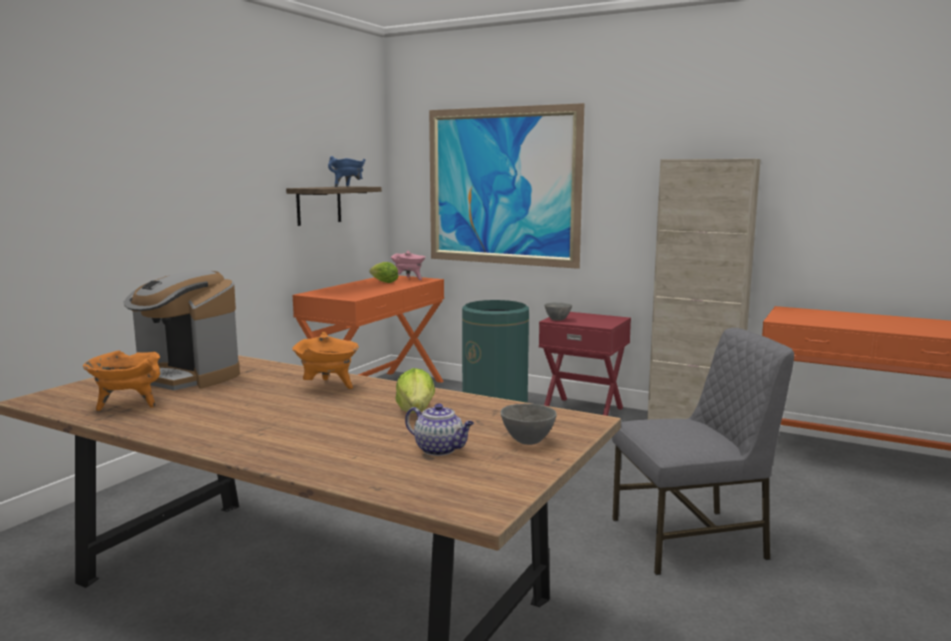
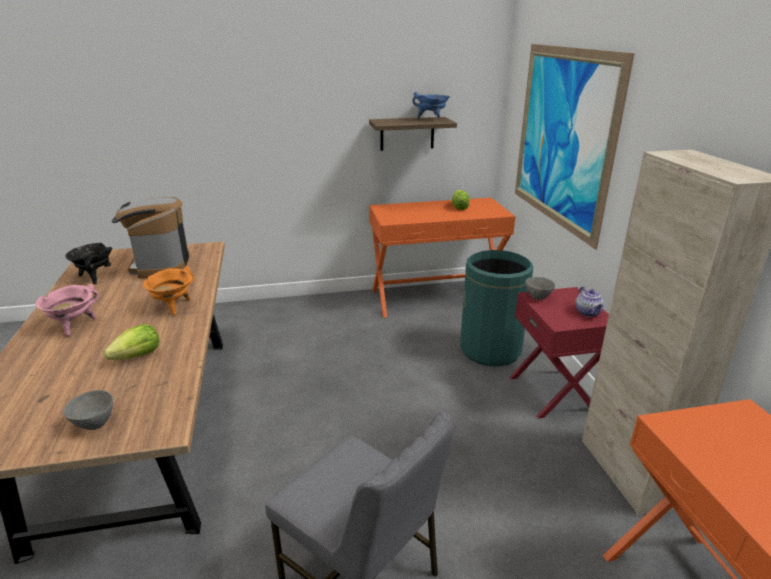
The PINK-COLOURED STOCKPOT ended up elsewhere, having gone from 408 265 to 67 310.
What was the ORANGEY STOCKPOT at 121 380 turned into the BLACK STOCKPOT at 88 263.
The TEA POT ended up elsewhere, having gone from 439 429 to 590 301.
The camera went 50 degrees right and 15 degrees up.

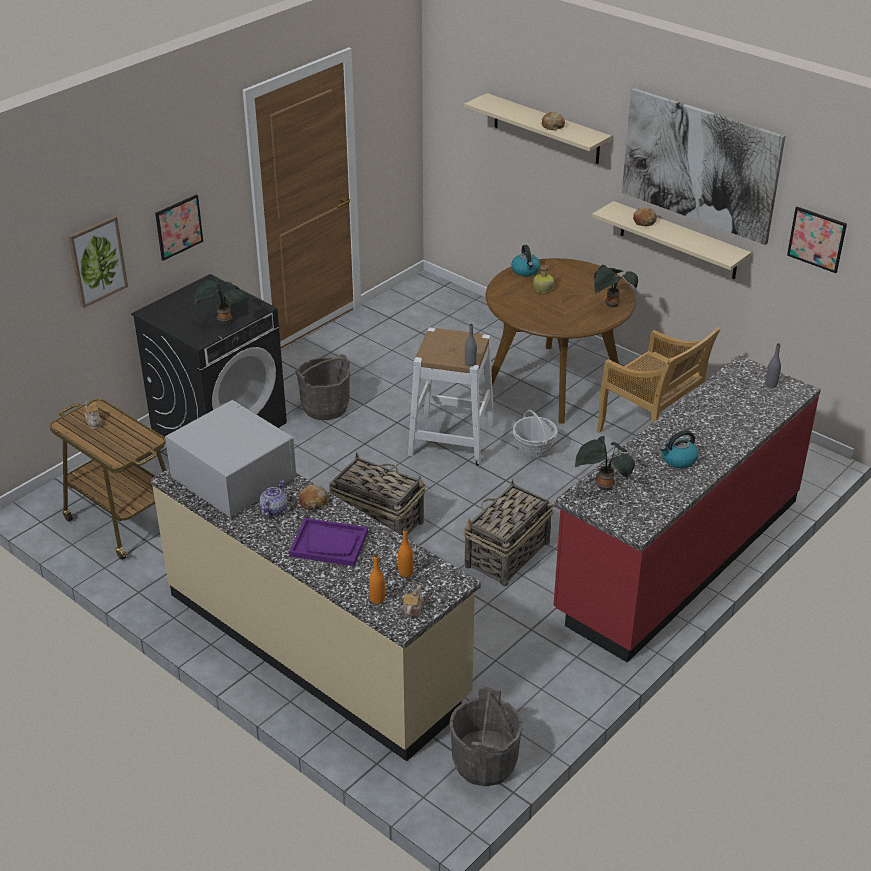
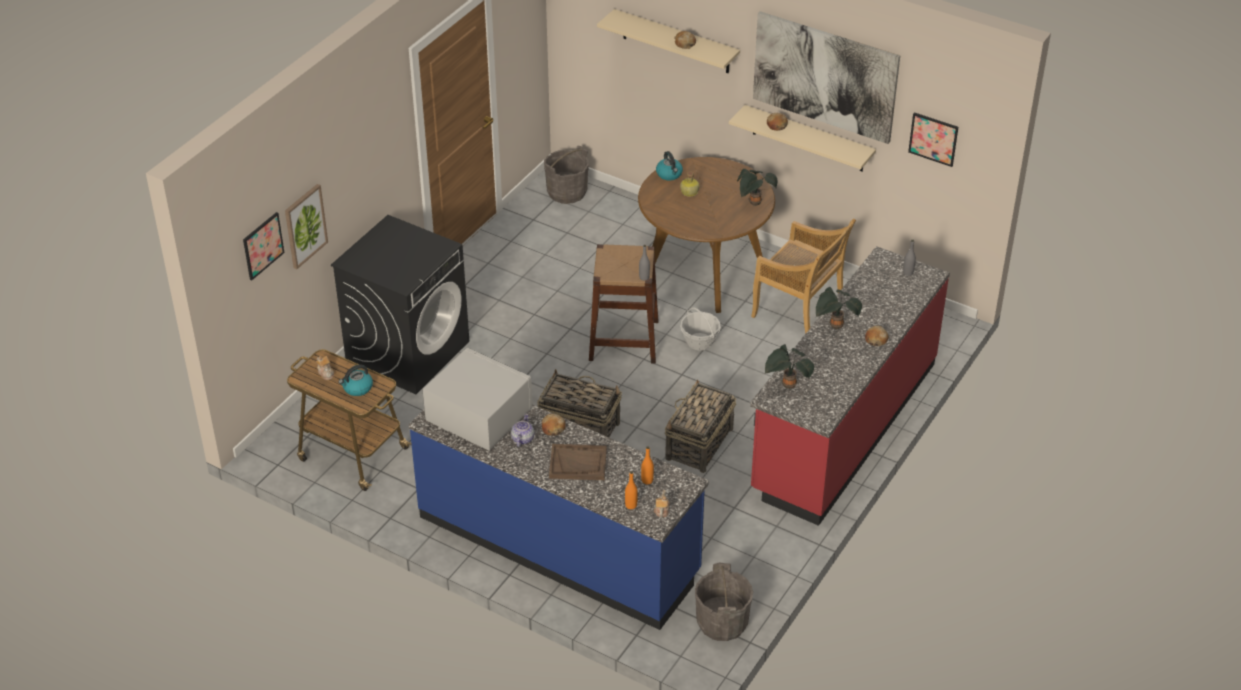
The WALL PICTURE ended up elsewhere, having gone from 179 228 to 263 246.
The HOUSEPLANT ended up elsewhere, having gone from 219 300 to 839 308.
What was the WHITE STOOL at 451 397 turned into the BROWNISH STOOL at 623 304.
The GREYISH PAIL ended up elsewhere, having gone from 322 387 to 566 175.
The WATER KETTLE ended up elsewhere, having gone from 679 449 to 356 380.
What was the SAND-COLOURED KITCHEN BASE UNIT at 316 615 turned into the BLUISH KITCHEN BASE UNIT at 559 517.
What was the PURPLE SERVING TRAY at 328 542 turned into the BROWNISH SERVING TRAY at 578 462.
The second view gained the BAKED BREAD at 877 336.
The camera went 10 degrees left and 5 degrees up.

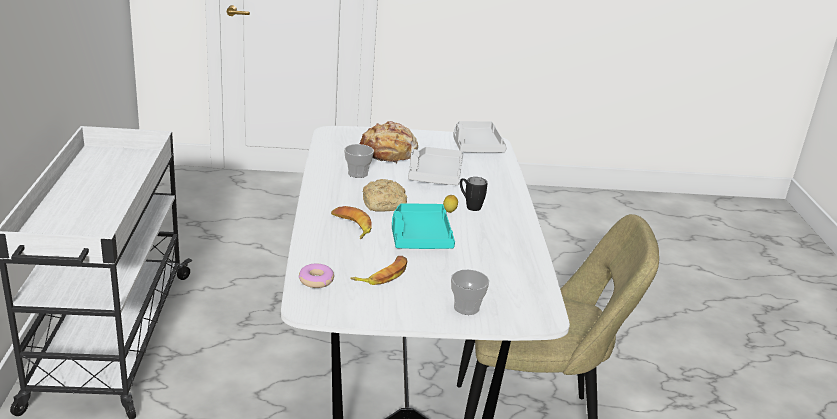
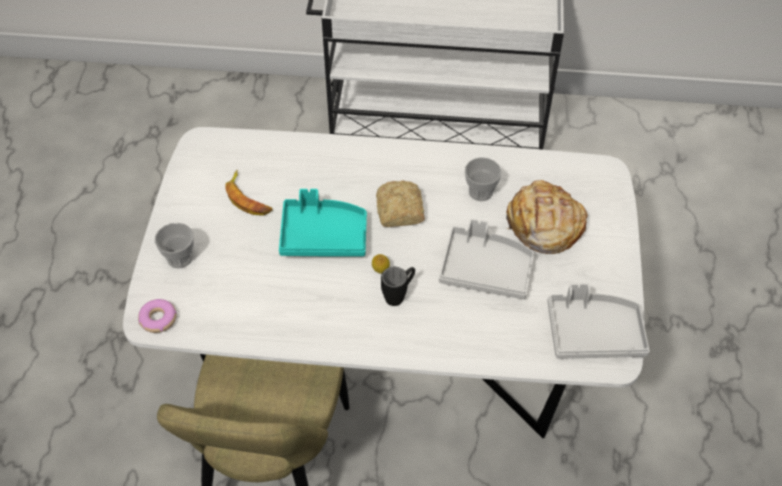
The second view lost the BANANA at 351 222.
The RING DOUGHNUT ended up elsewhere, having gone from 316 275 to 157 316.
The camera went 100 degrees right and 25 degrees up.

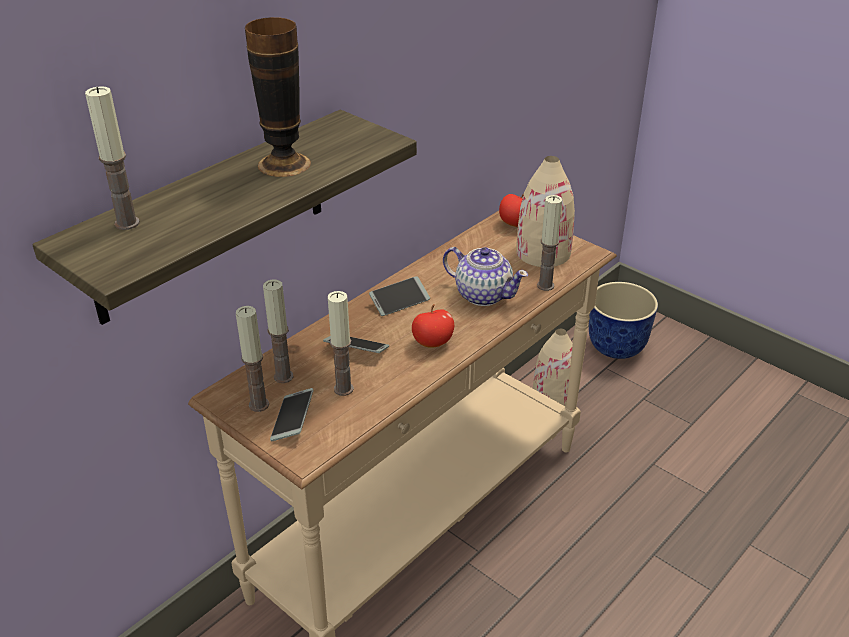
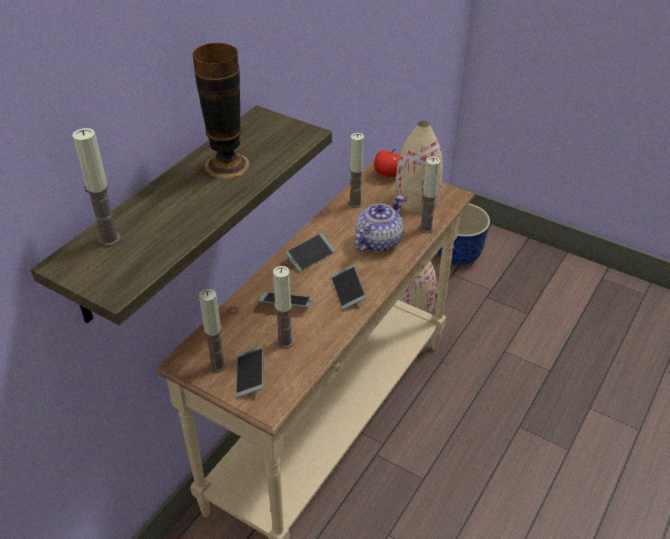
The TEA POT at 485 276 ended up facing another way, 75 degrees counterclockwise from before.
The WAX LIGHT ended up elsewhere, having gone from 278 331 to 356 170.
Where the WHOLE APPLE stood at 433 326, the HANDSET came to stand at 348 287.
The camera went 10 degrees left and 5 degrees up.

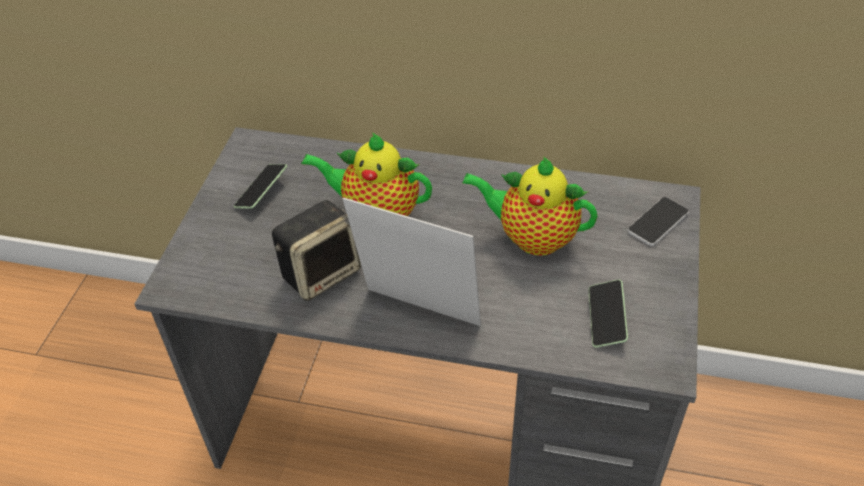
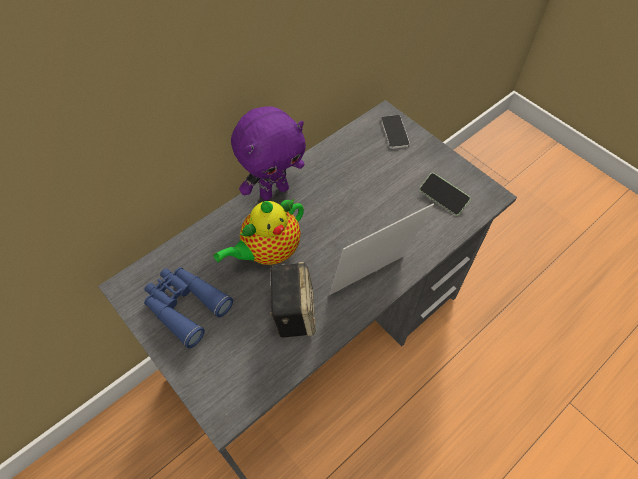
The second view lost the TEA POT at 530 206.
Where the HANDSET stood at 260 186, the BLUISH BINOCULARS came to stand at 188 307.
The second view gained the PURPLE CUDDLY TOY at 268 153.
The camera went 55 degrees left and 10 degrees up.

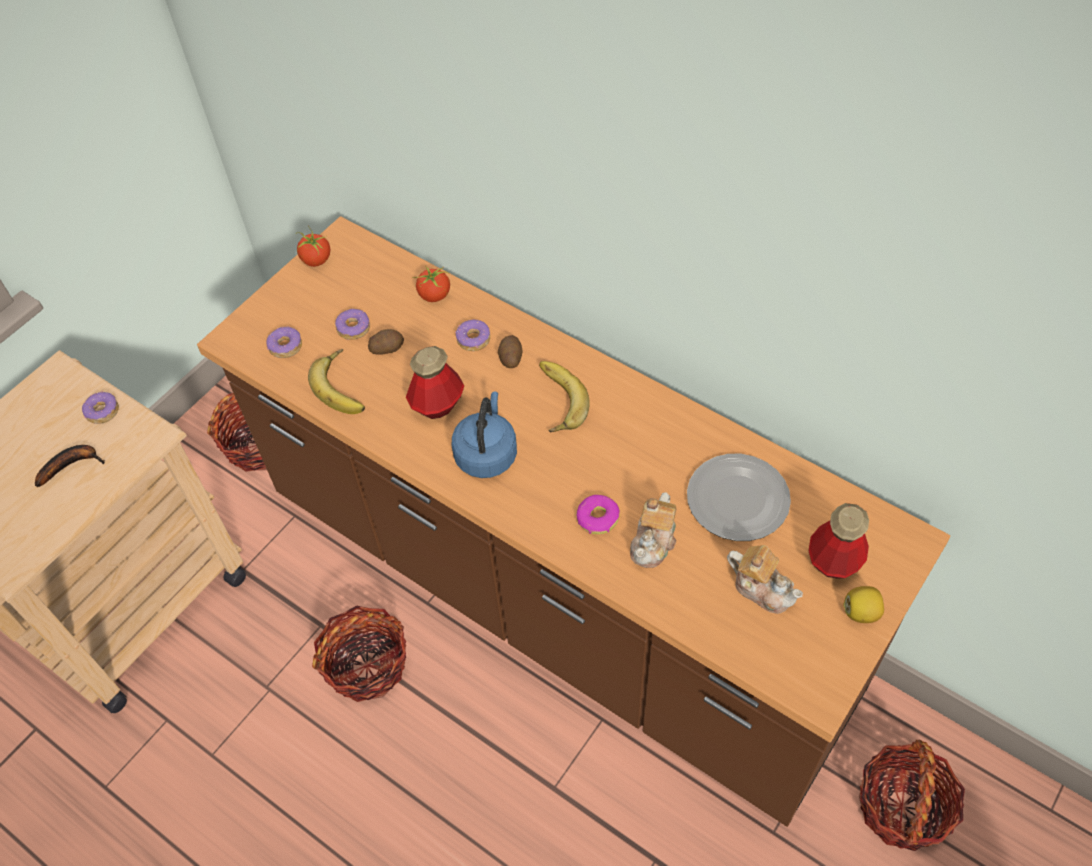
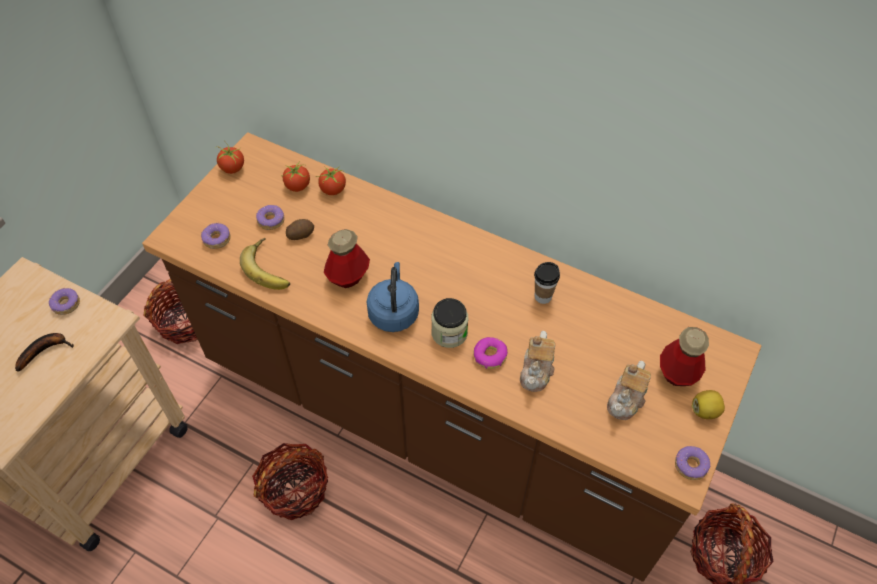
The RING DOUGHNUT ended up elsewhere, having gone from 472 335 to 692 463.
The second view lost the POTATO at 510 351.
The second view lost the BANANA at 564 396.
The second view lost the DINNER PLATE at 739 497.
The TEA POT at 765 579 ended up facing another way, 90 degrees clockwise from before.
The second view gained the TOMATO at 296 176.
The second view gained the SMALL CUP at 547 283.
The second view gained the JAR at 449 323.
The camera went 10 degrees left and 0 degrees up.

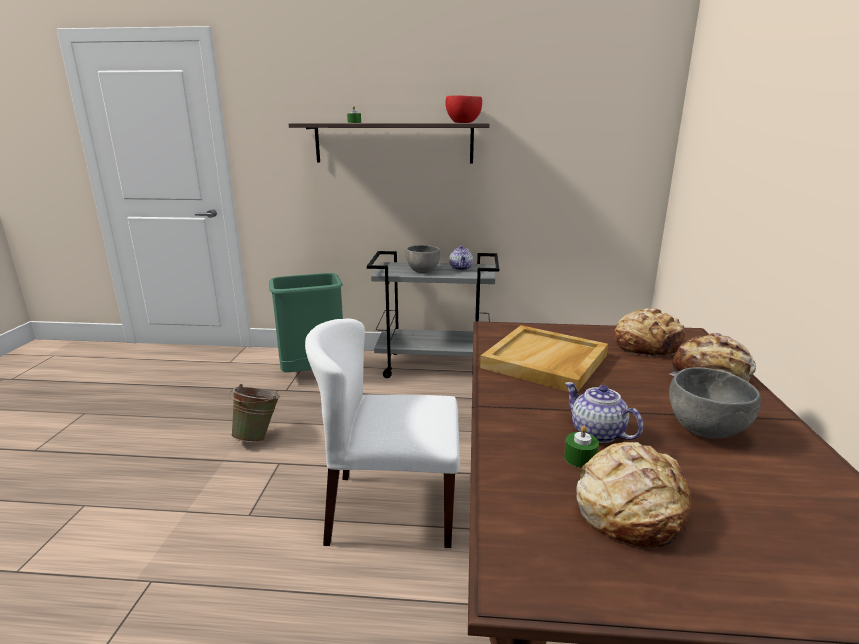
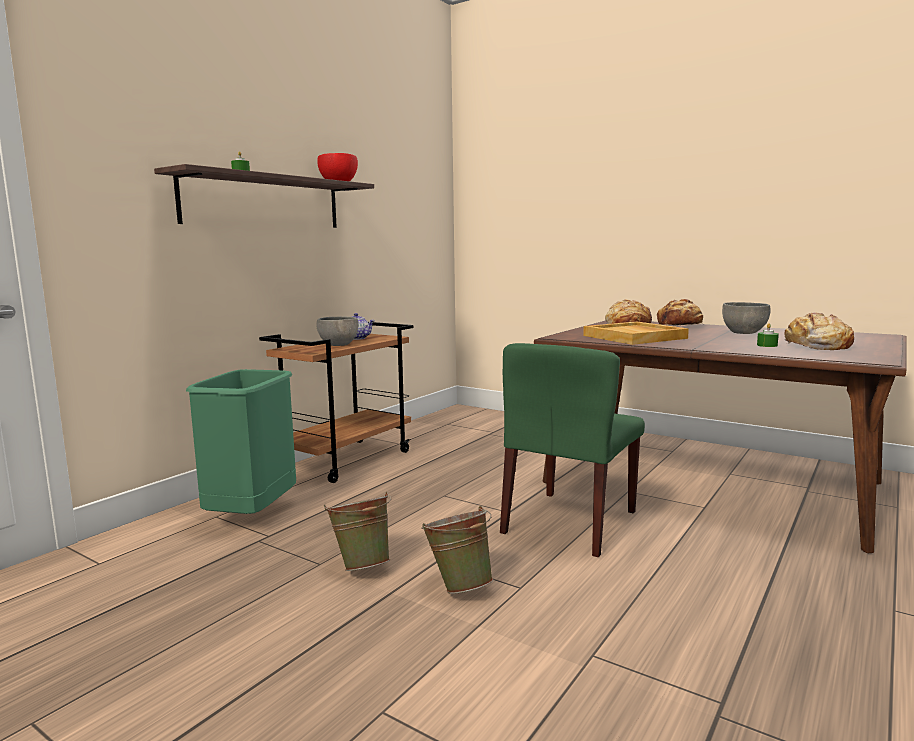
What was the GREYISH WHEELED CART at 433 314 turned into the BROWNISH WHEELED CART at 336 402.
What was the WHITE UPRIGHT CHAIR at 382 433 turned into the GREEN UPRIGHT CHAIR at 572 450.
The second view lost the TEA POT at 604 412.
The second view gained the GREEN PAIL at 457 550.
The camera went 60 degrees left and 10 degrees down.

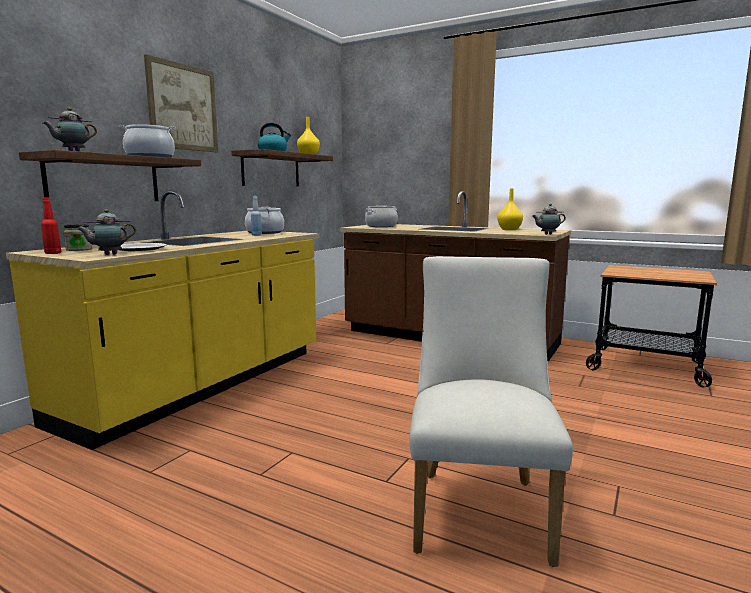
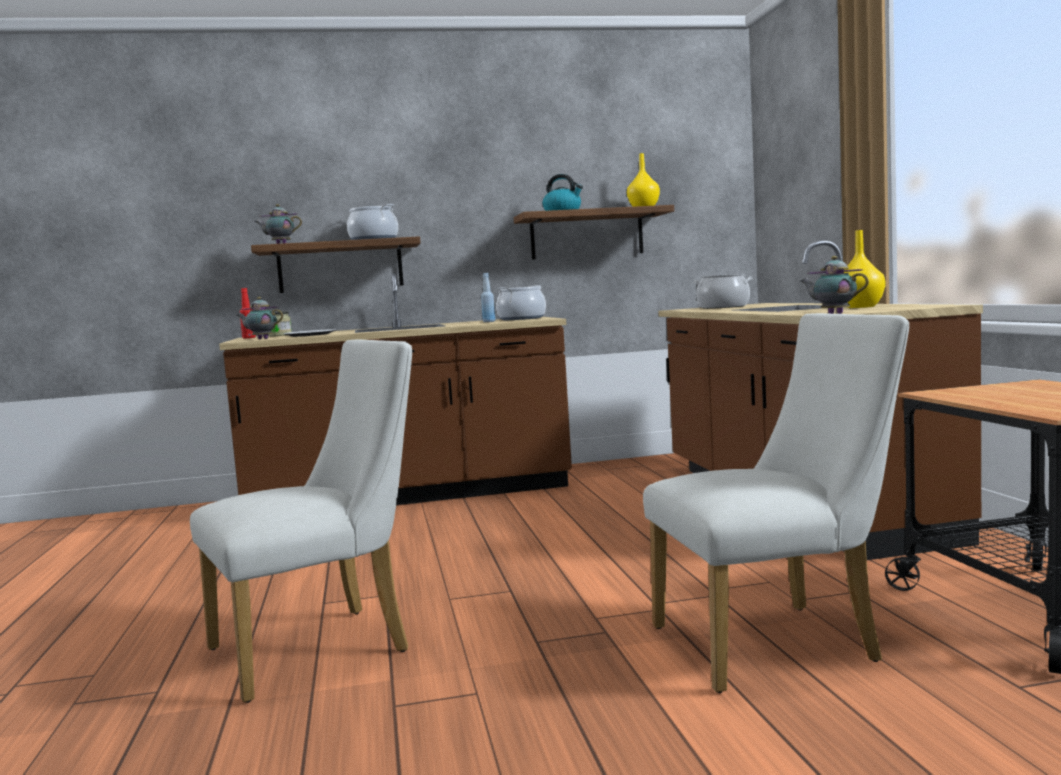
The second view lost the WALL PICTURE at 181 103.
What was the YELLOW-COLOURED KITCHEN BASE UNIT at 162 320 turned into the BROWNISH KITCHEN BASE UNIT at 395 389.
The second view gained the WHITE UPRIGHT CHAIR at 776 503.
The camera went 50 degrees right and 5 degrees down.

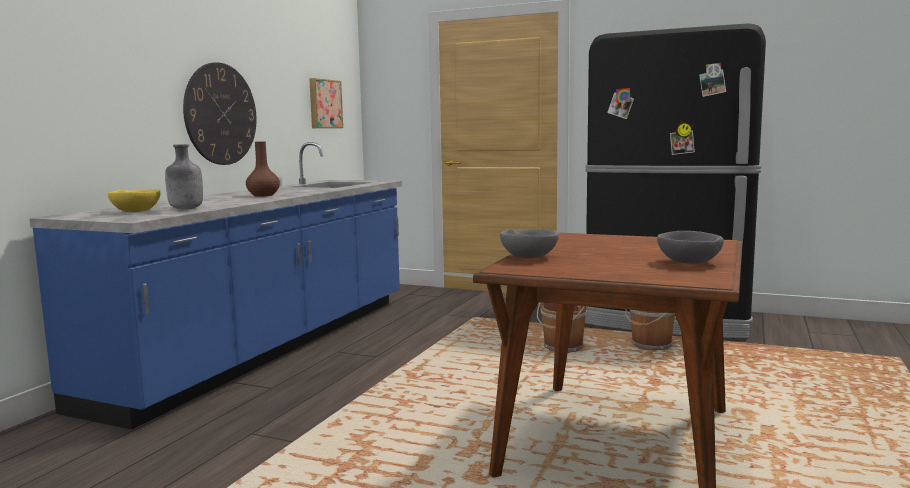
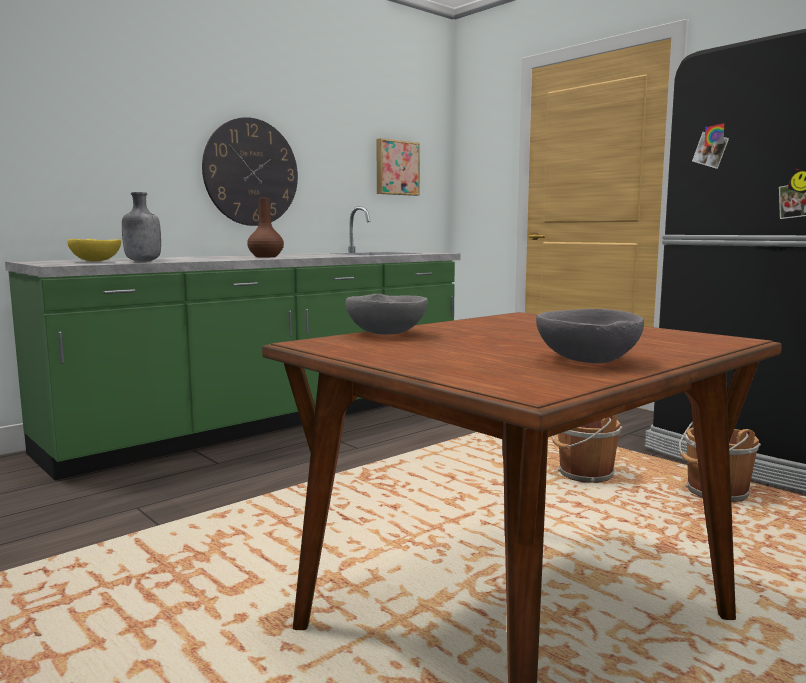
What was the BLUISH KITCHEN BASE UNIT at 215 286 turned into the GREEN KITCHEN BASE UNIT at 233 343.
The camera went 25 degrees right and 0 degrees up.

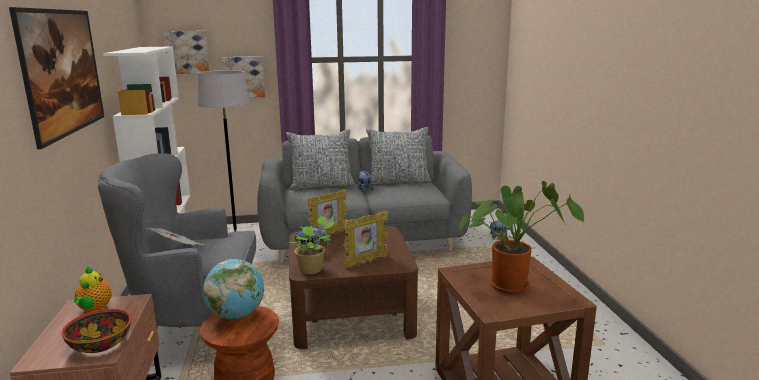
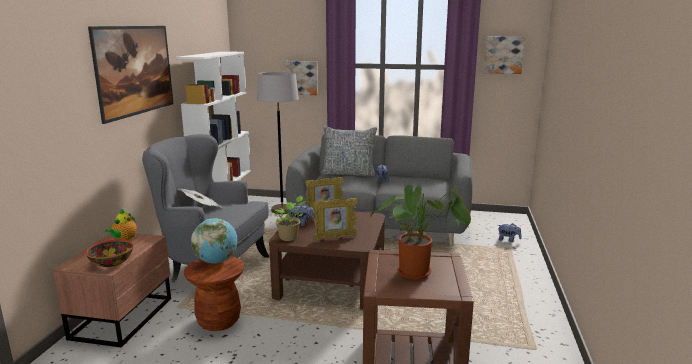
The WALL PICTURE ended up elsewhere, having gone from 186 52 to 504 55.
The second view lost the THROW PILLOW at 399 156.
The camera went 20 degrees right and 0 degrees up.

